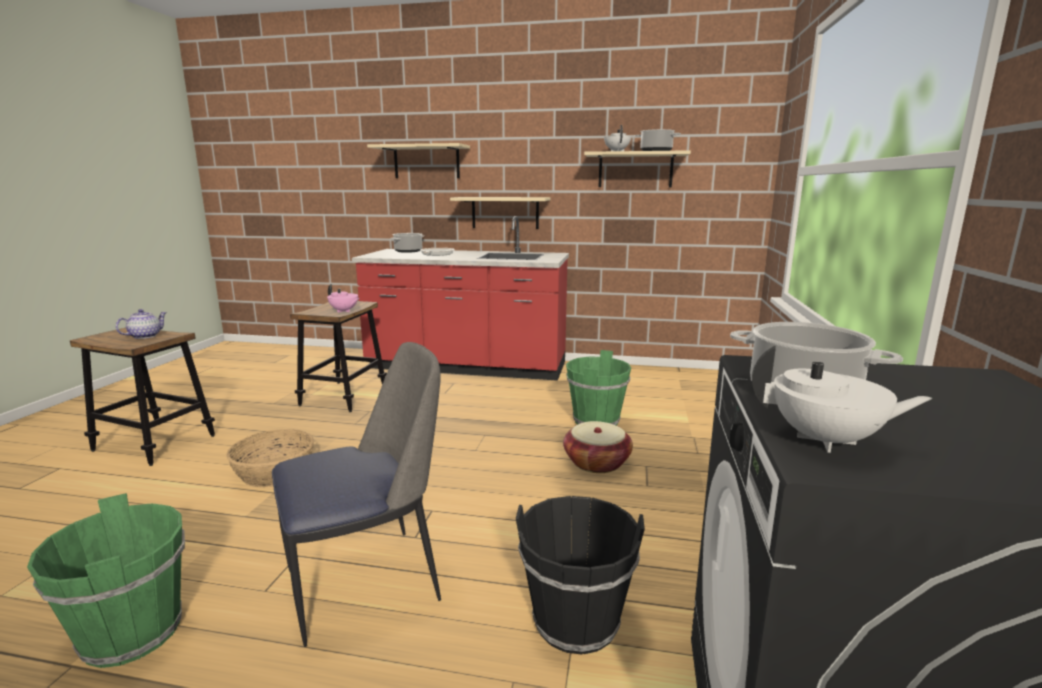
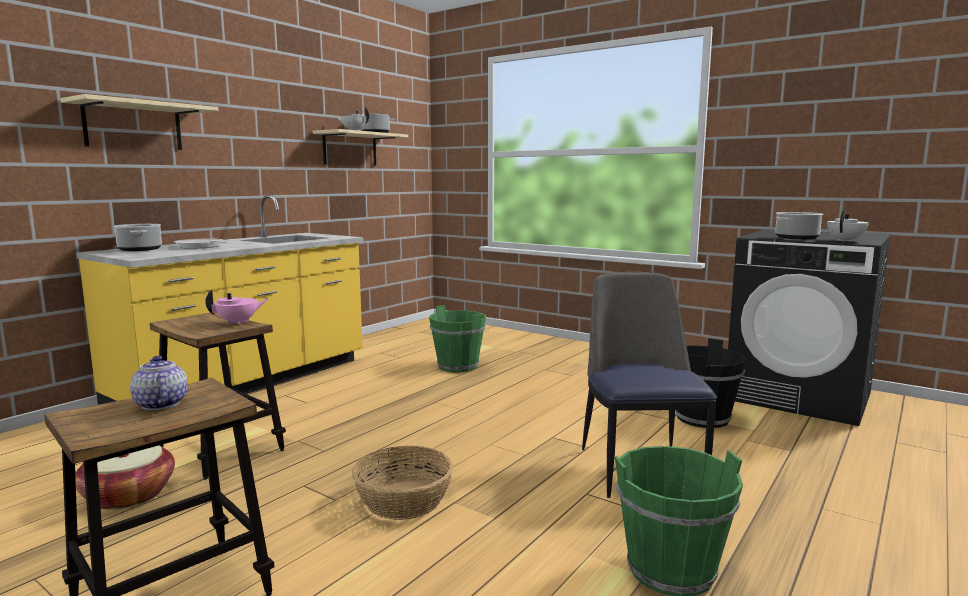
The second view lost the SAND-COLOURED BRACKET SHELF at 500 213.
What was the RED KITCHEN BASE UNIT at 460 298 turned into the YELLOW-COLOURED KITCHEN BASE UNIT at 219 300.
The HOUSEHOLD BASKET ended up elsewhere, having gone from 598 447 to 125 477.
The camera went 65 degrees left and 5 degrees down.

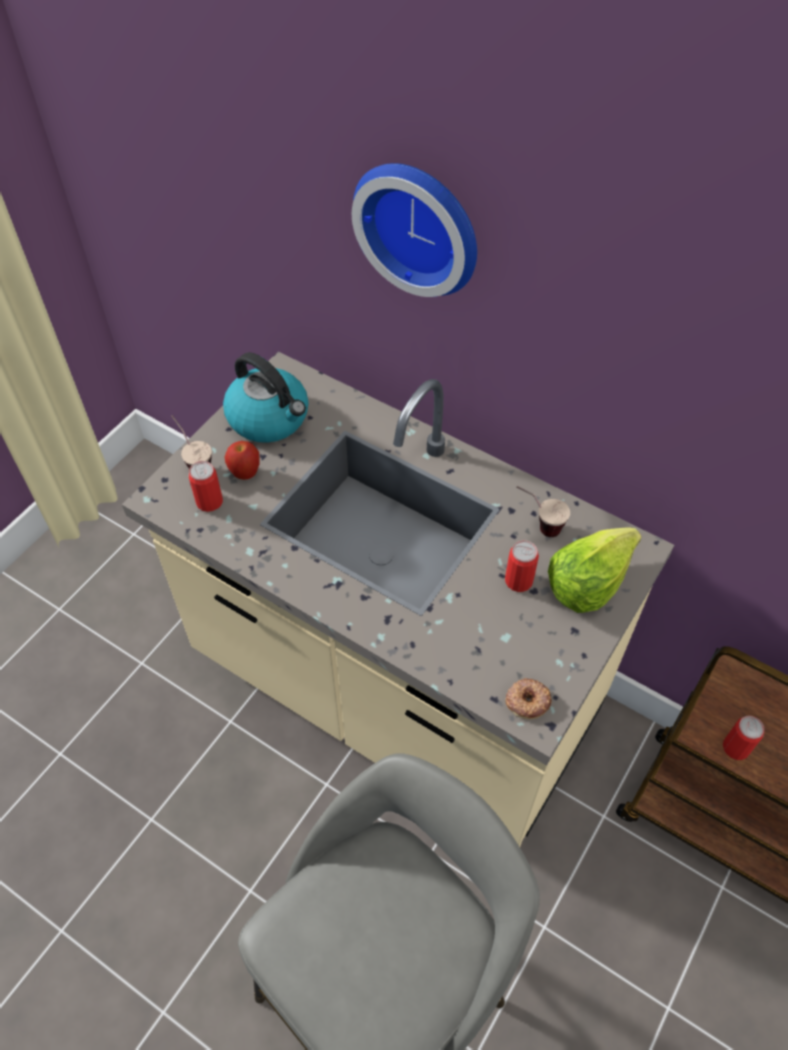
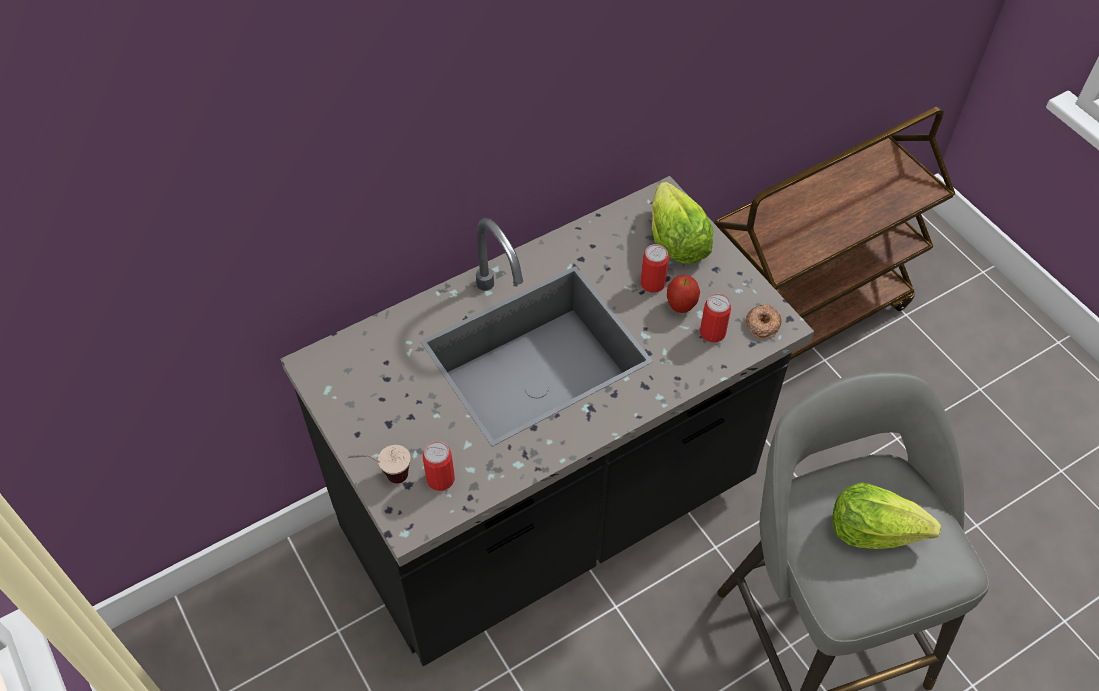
The second view lost the CLOCK ON THE WALL at 414 230.
What was the SAND-COLOURED KITCHEN BASE UNIT at 398 599 turned into the BLACK KITCHEN BASE UNIT at 547 421.
The second view lost the WATER KETTLE at 265 397.
The WHOLE APPLE ended up elsewhere, having gone from 242 460 to 683 294.
The second view lost the SMALL CUP at 543 511.
The METAL CAN ended up elsewhere, having gone from 743 738 to 715 317.
The second view gained the LETTUCE HEAD at 886 515.
The camera went 65 degrees left and 0 degrees up.

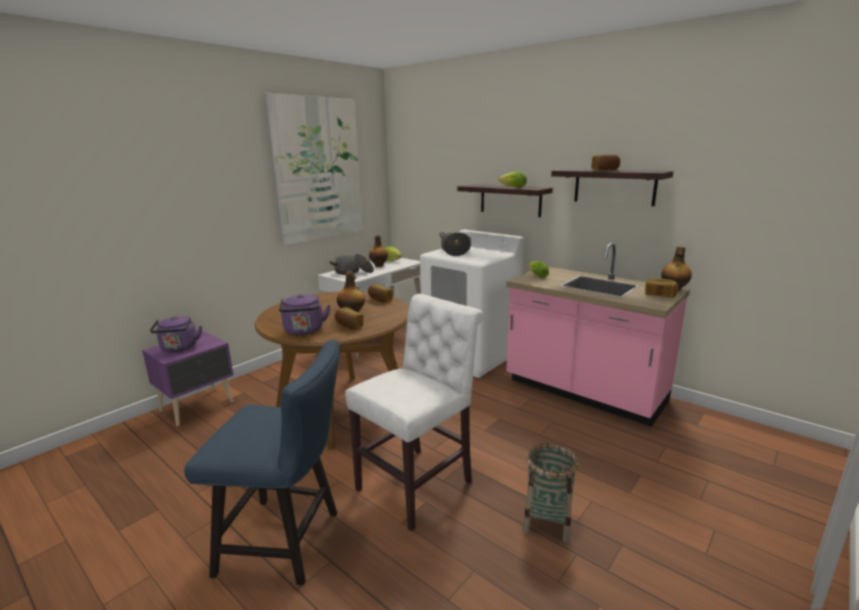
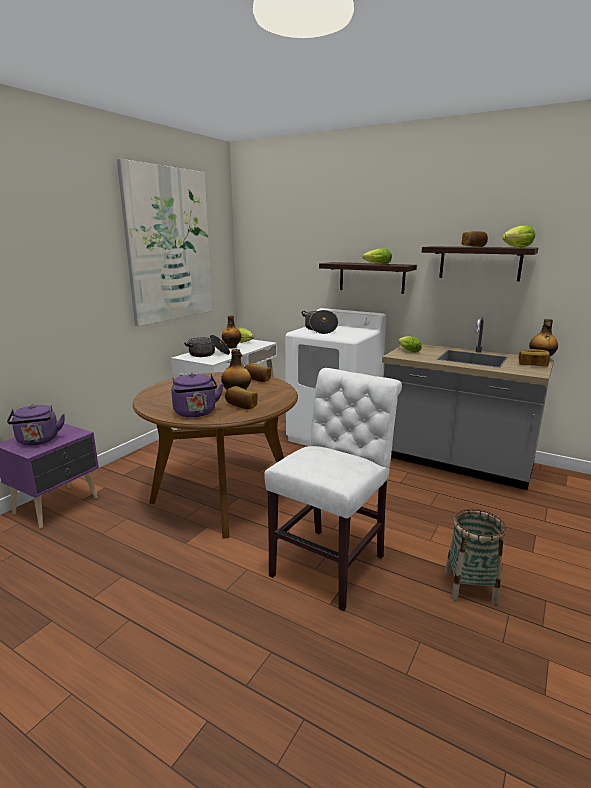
What was the PINK-COLOURED KITCHEN BASE UNIT at 598 335 turned into the GREYISH KITCHEN BASE UNIT at 468 403.
The second view lost the BLUISH UPRIGHT CHAIR at 262 462.
The second view gained the LETTUCE HEAD at 518 236.
The camera went 10 degrees left and 0 degrees up.

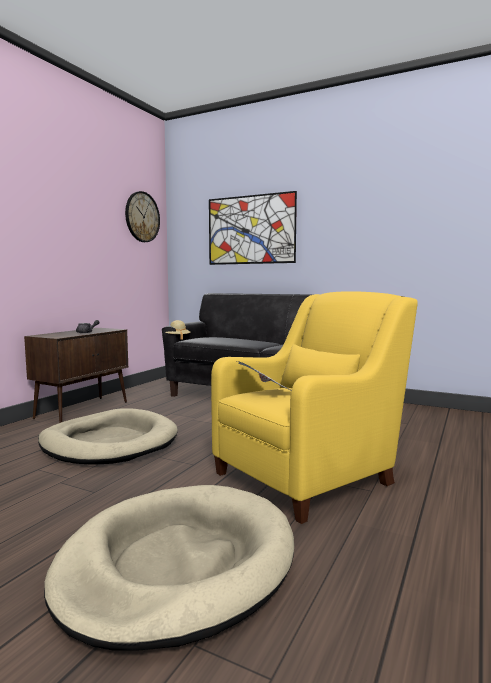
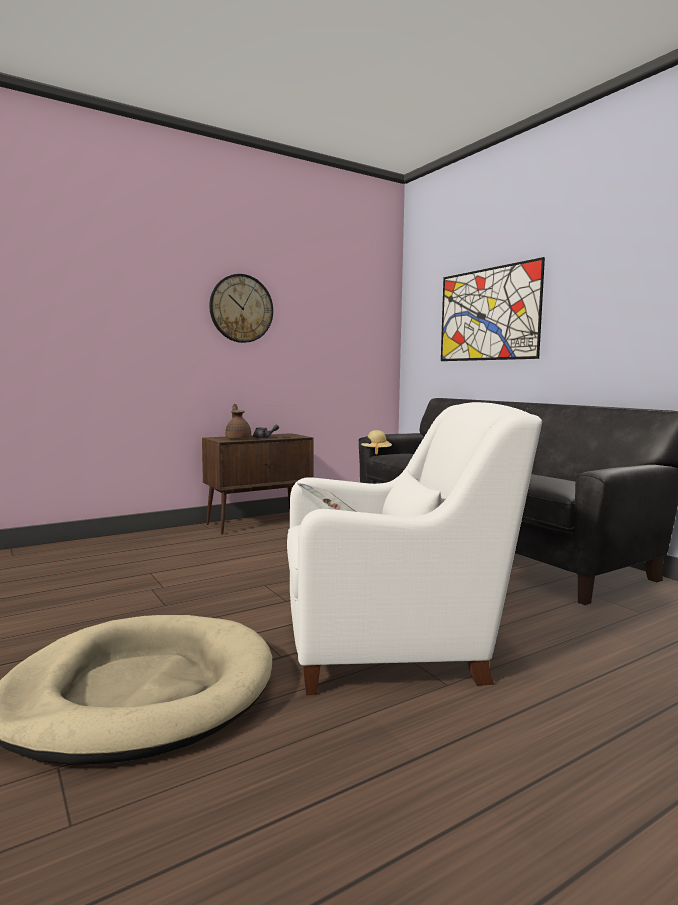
The CLOCK ON THE WALL ended up elsewhere, having gone from 142 216 to 241 308.
What was the YELLOW-COLOURED LOUNGE CHAIR at 314 407 turned into the WHITE LOUNGE CHAIR at 414 548.
The second view lost the SAND-COLOURED DOG CUSHION at 108 436.
The second view gained the BROWNISH TEA POT at 238 422.
The camera went 30 degrees right and 0 degrees up.

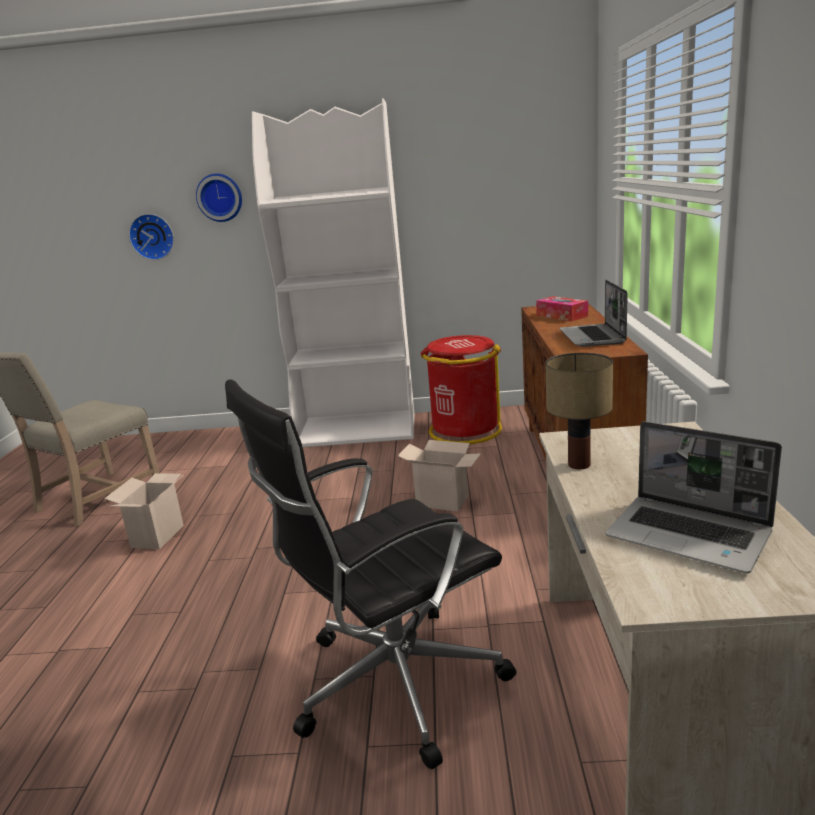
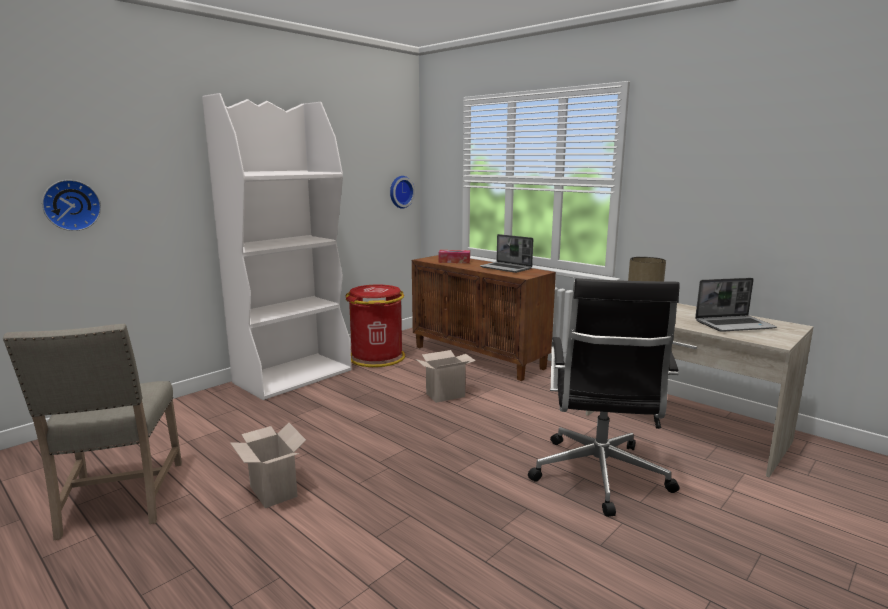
The CLOCK ON THE WALL ended up elsewhere, having gone from 219 197 to 402 192.
The camera went 50 degrees left and 5 degrees down.

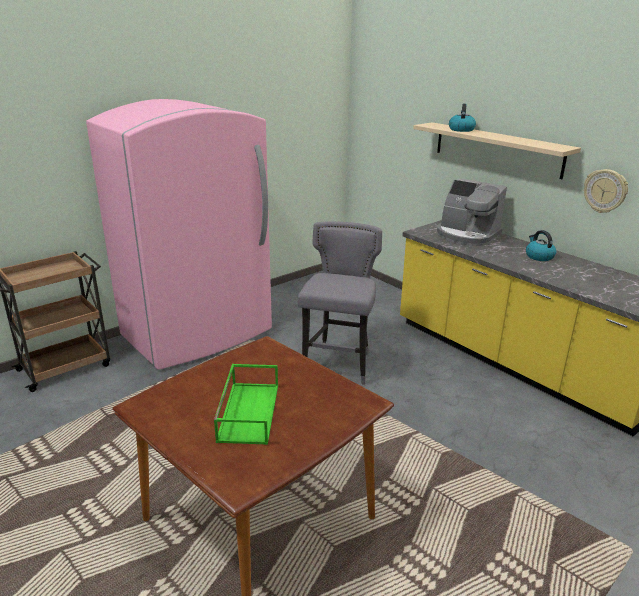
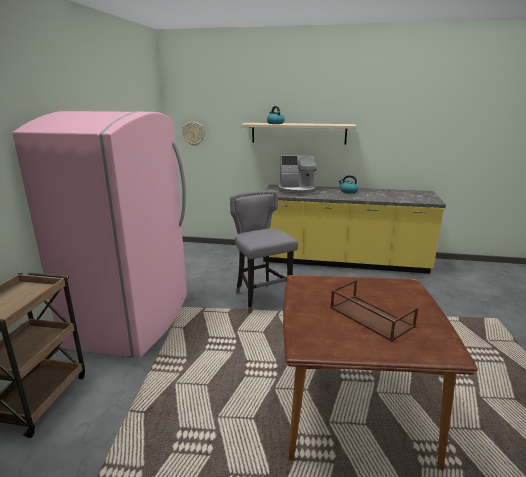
The CLOCK ON THE WALL ended up elsewhere, having gone from 606 191 to 193 134.
What was the GREEN SERVING TRAY at 246 404 turned into the BROWNISH SERVING TRAY at 374 311.
The camera went 40 degrees left and 5 degrees down.

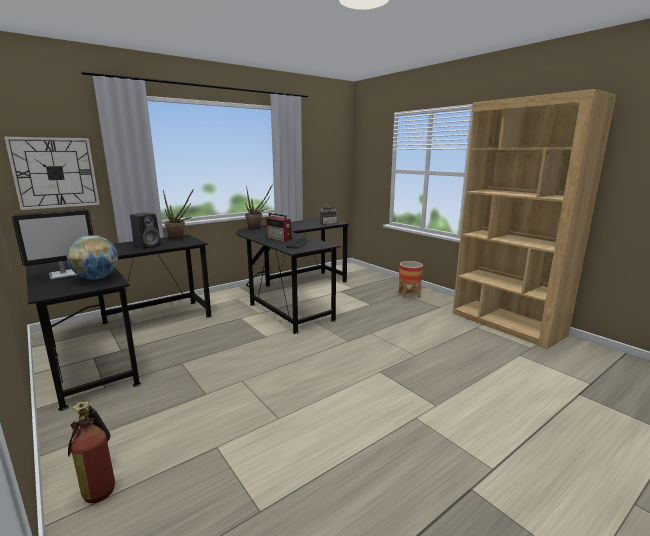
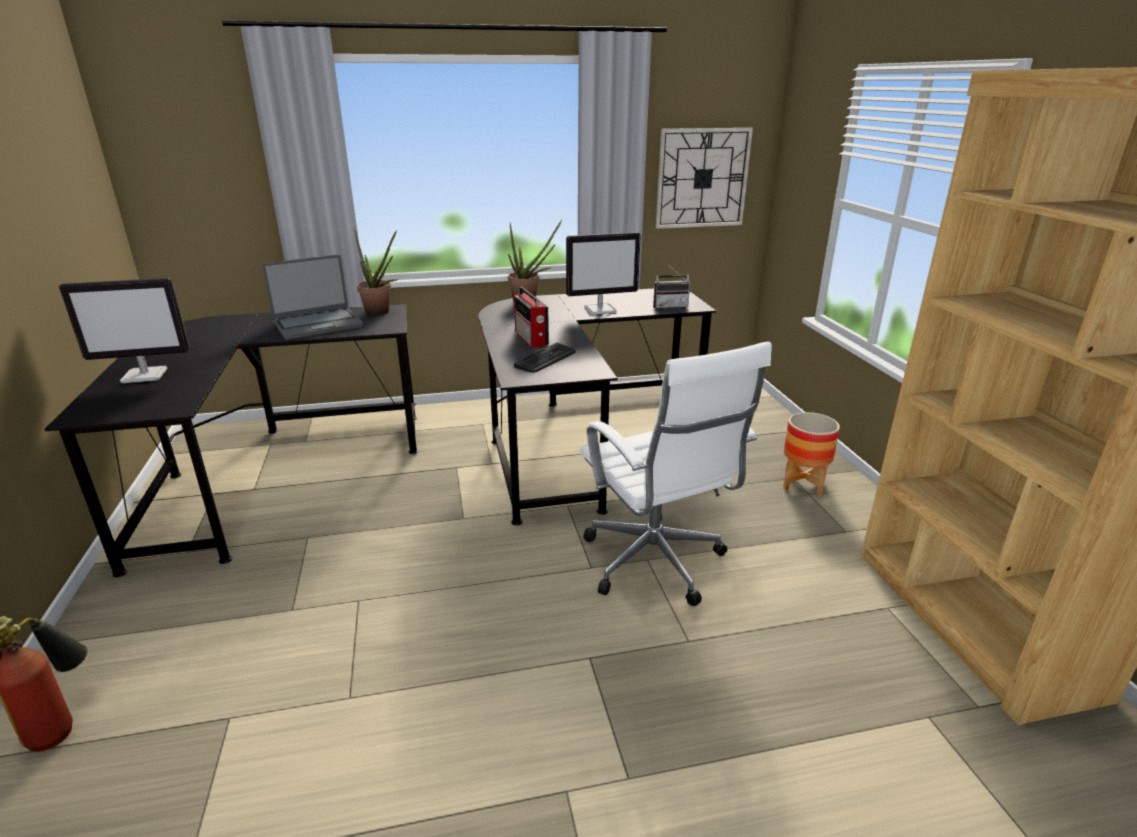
The CLOCK ON THE WALL ended up elsewhere, having gone from 52 173 to 704 178.
Where the BLACK AUDIO SPEAKER stood at 145 230, the LAPTOP came to stand at 312 297.
The second view lost the GLOBE at 92 257.
The second view gained the MONITOR at 603 273.
The second view gained the WHITE COMPUTER CHAIR at 676 474.
The camera went 25 degrees right and 10 degrees up.

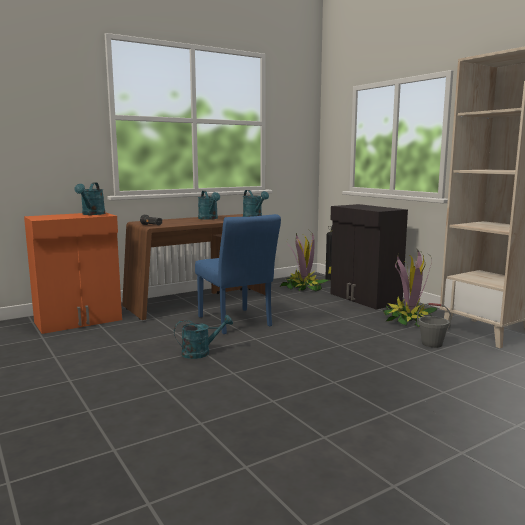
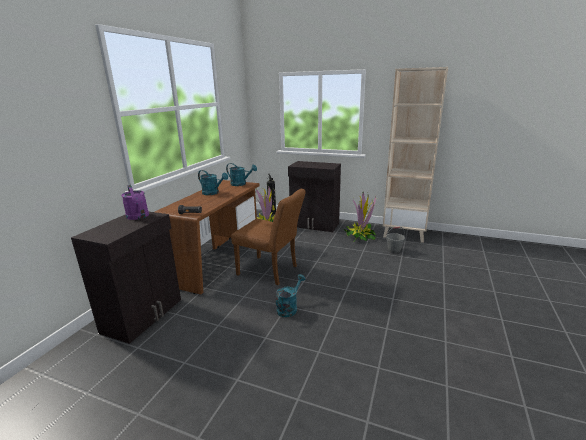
What was the BLUE-GREEN SPRINKLING CAN at 89 198 turned into the PURPLE SPRINKLING CAN at 135 202.
What was the ORANGEY CUPBOARD at 73 273 turned into the BLACK CUPBOARD at 126 278.
What was the BLUISH UPRIGHT CHAIR at 238 274 turned into the BROWNISH UPRIGHT CHAIR at 268 237.
The camera went 35 degrees left and 10 degrees up.

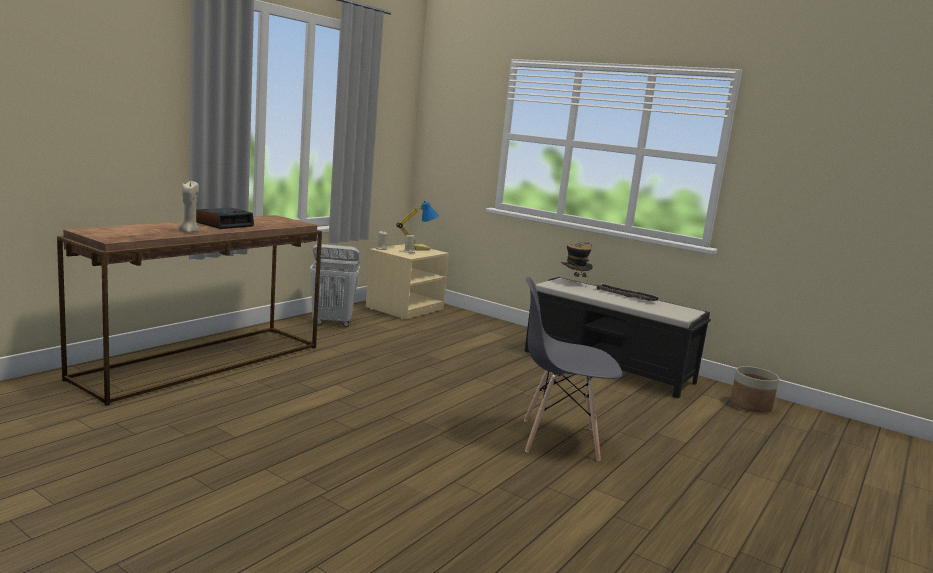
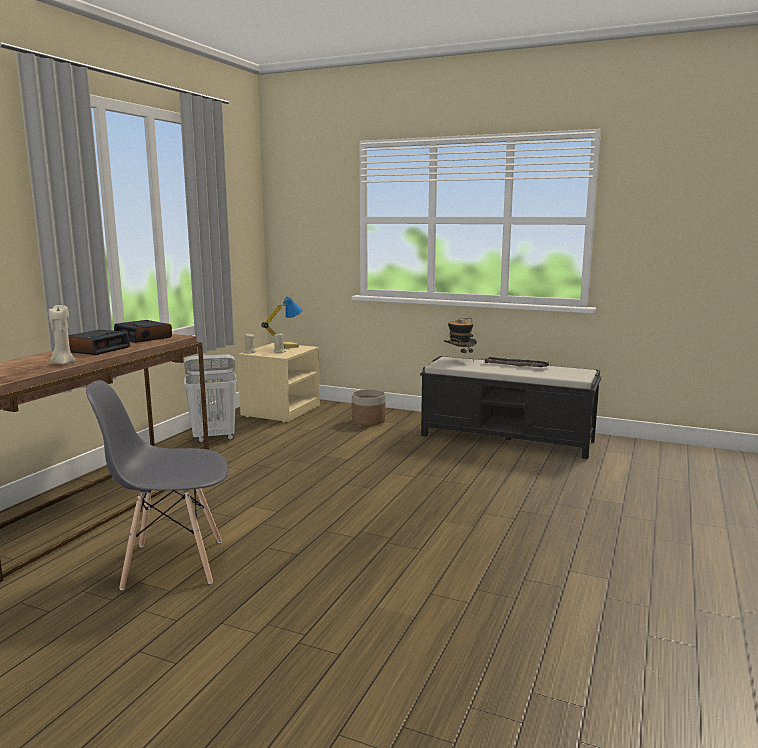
The GREYISH UPRIGHT CHAIR ended up elsewhere, having gone from 573 369 to 157 485.
The PLANTER ended up elsewhere, having gone from 754 389 to 368 407.
The second view gained the BEDSIDE CLOCK at 143 331.
The camera went 10 degrees left and 0 degrees up.

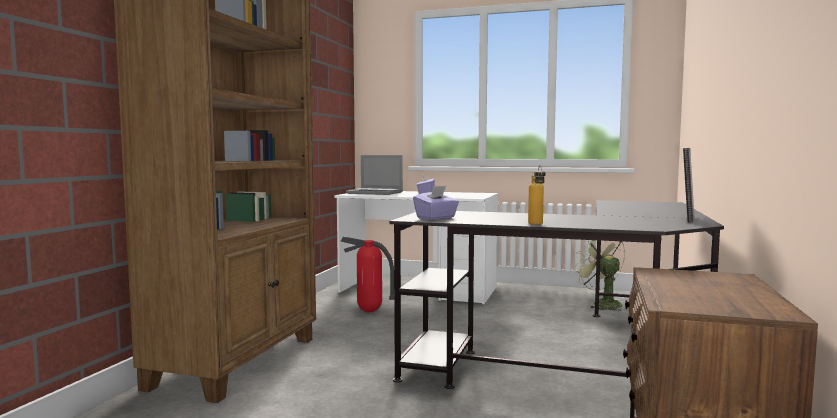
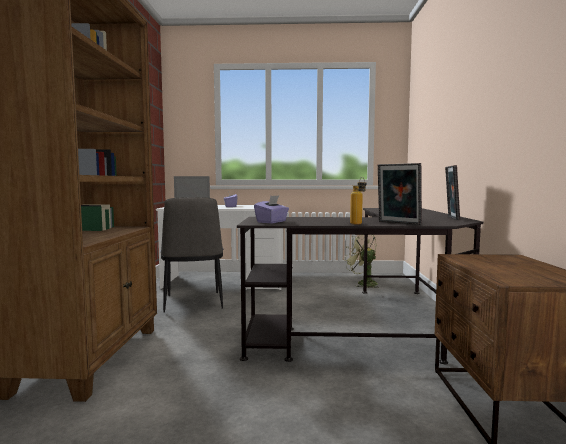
Where the FIRE EXTINGUISHER stood at 367 274, the UPRIGHT CHAIR came to stand at 191 255.
The second view gained the PHOTO FRAME at 400 194.
The camera went 15 degrees left and 0 degrees up.

